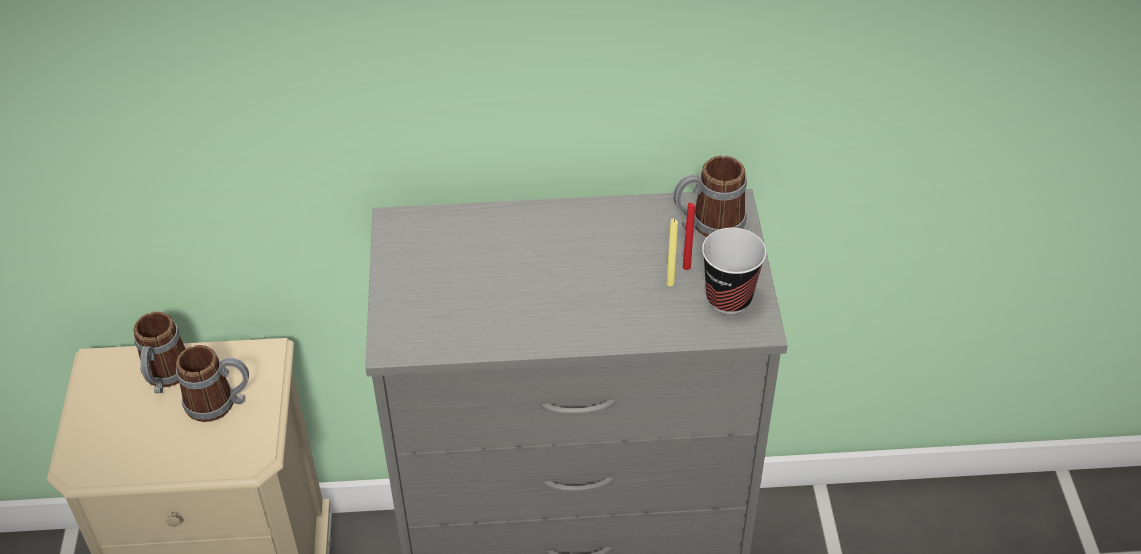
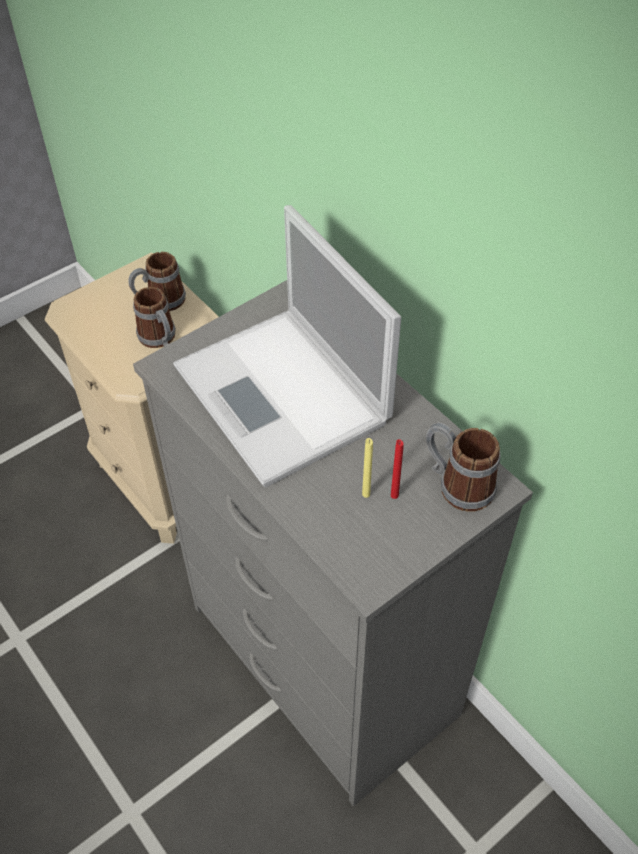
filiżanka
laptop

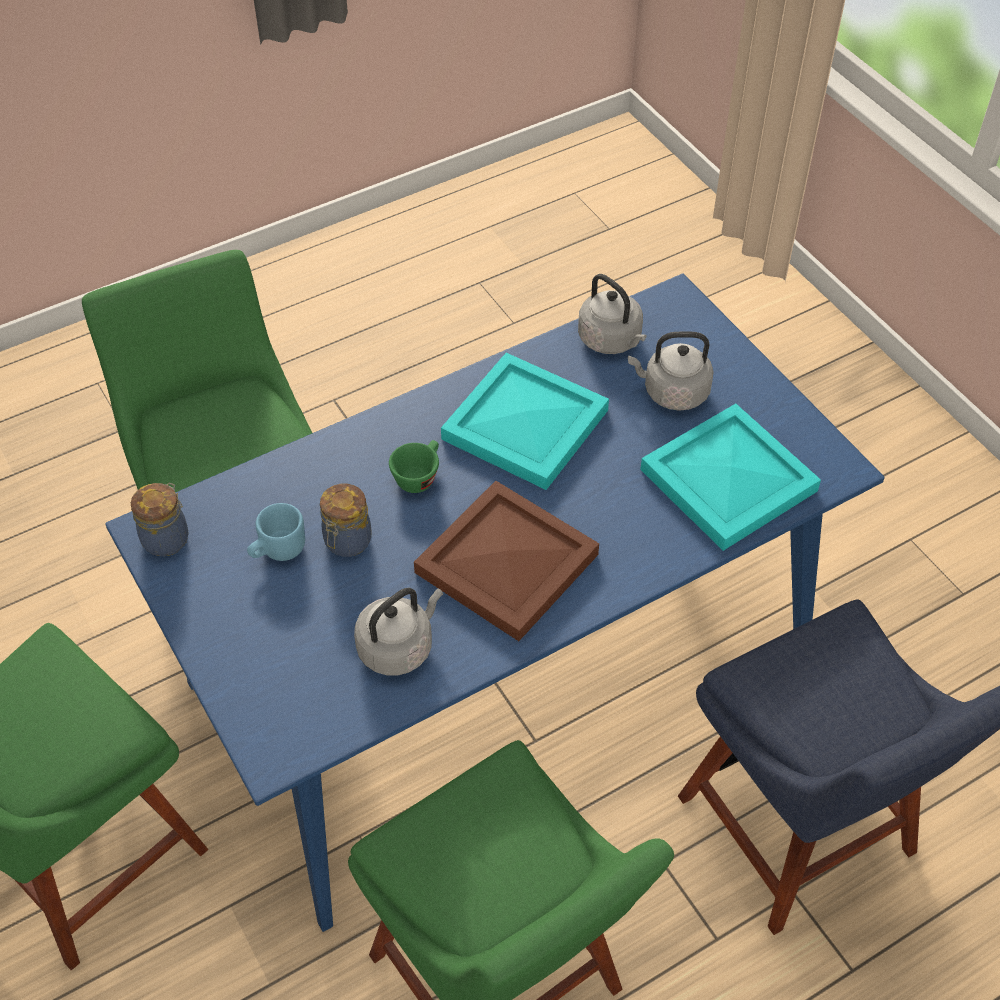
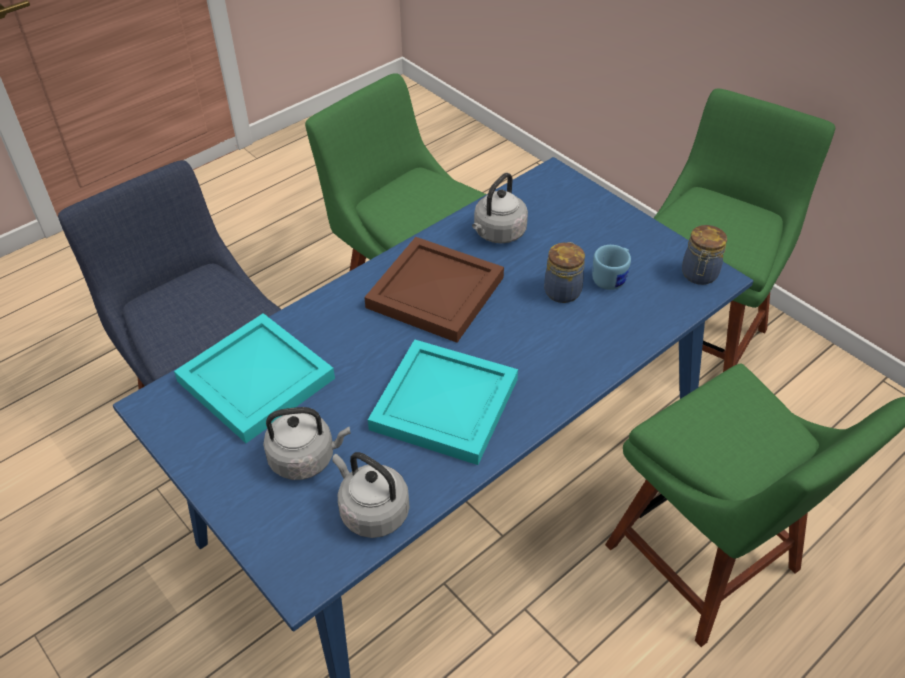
filiżanka (zielony)

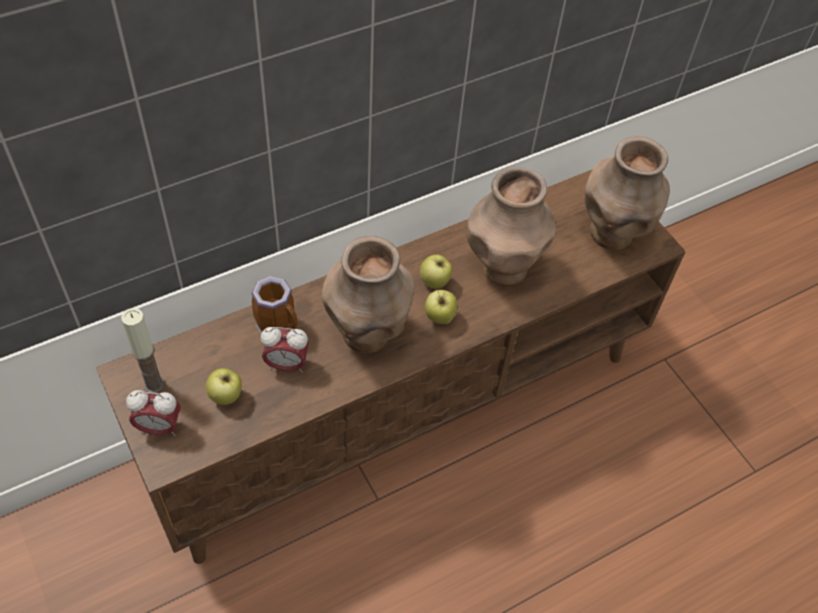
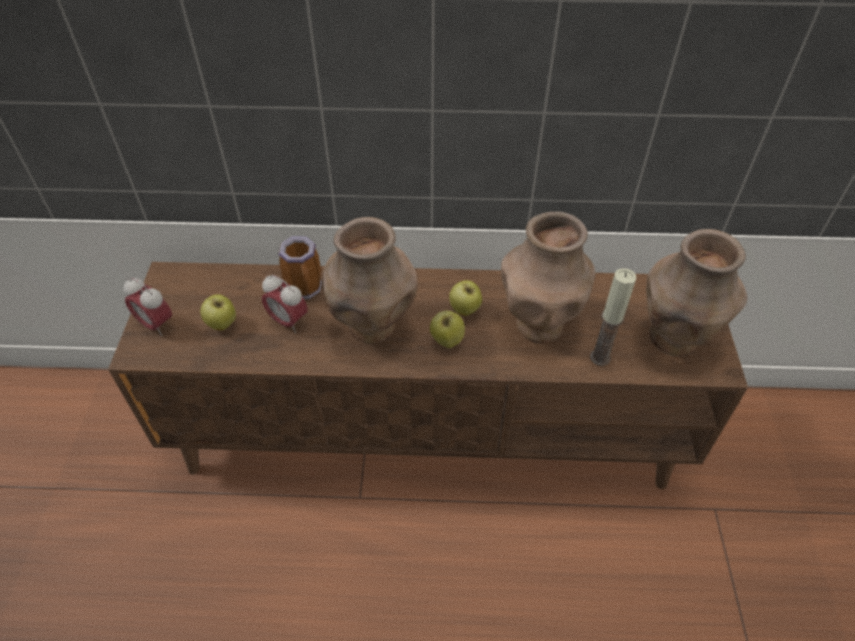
świeca

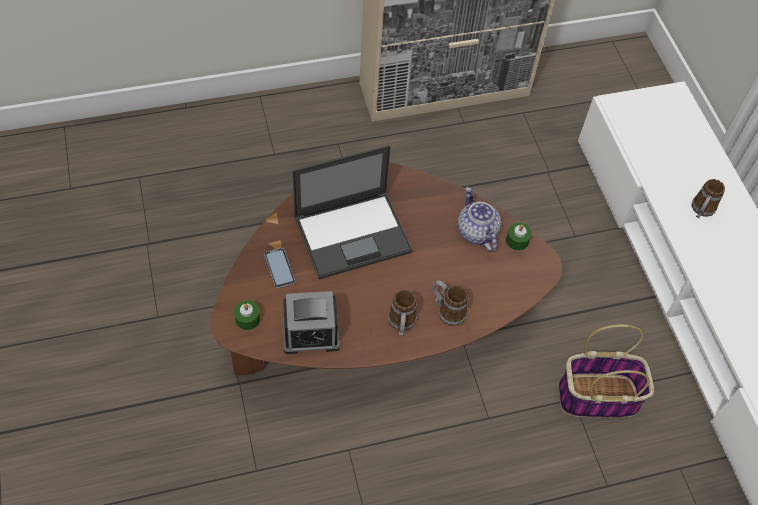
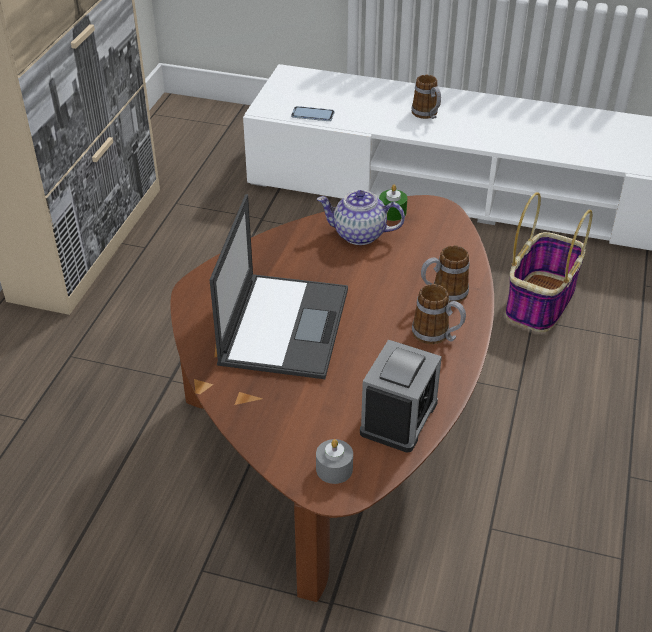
świeca (szary)
telefon

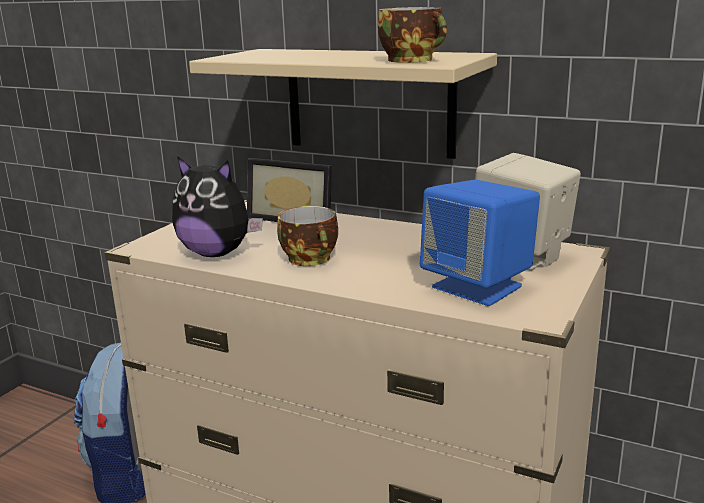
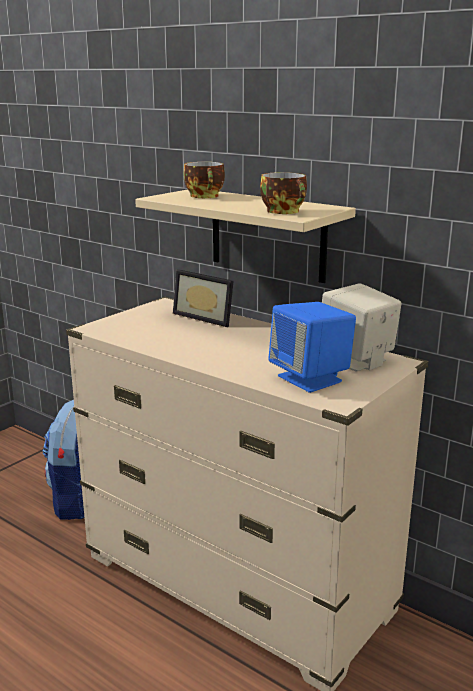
pluszak
filiżanka (no. 1 from left)

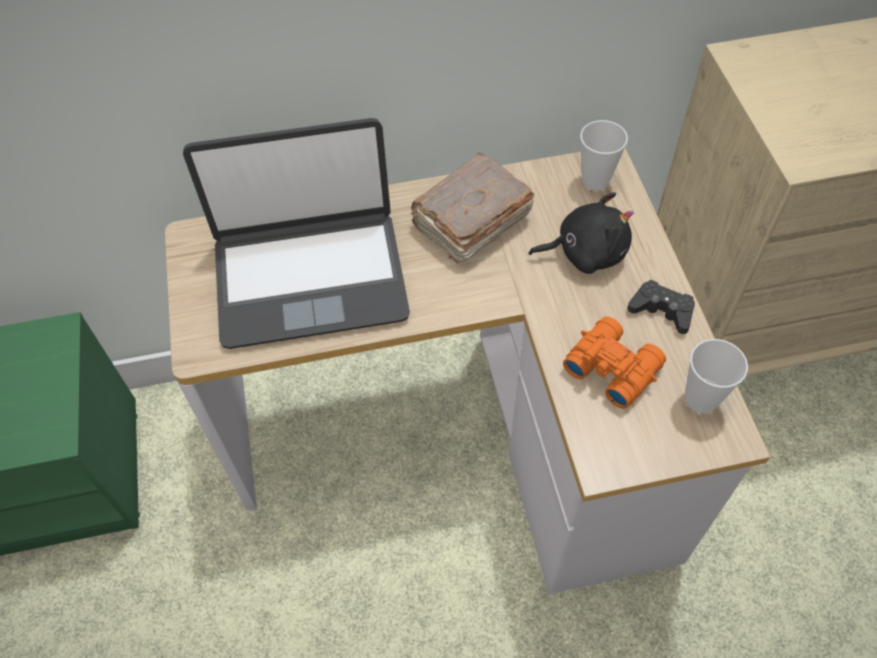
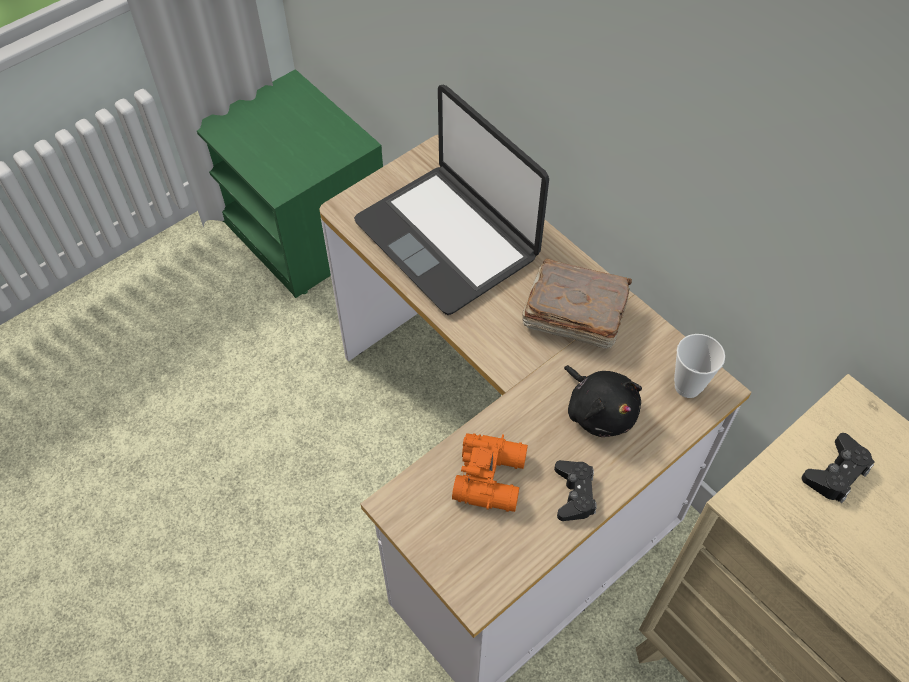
filiżanka (no. 2 from left in the first image)
pad do gier (czarny) (no. 2 from left)

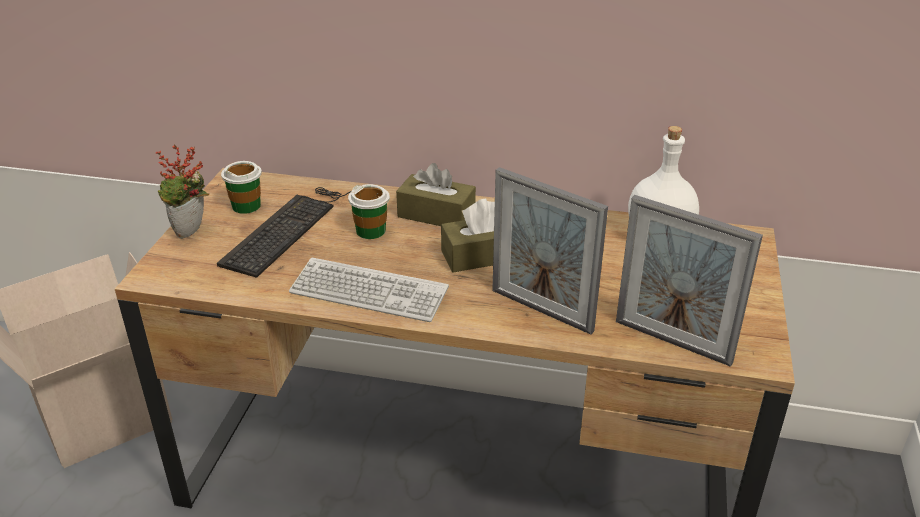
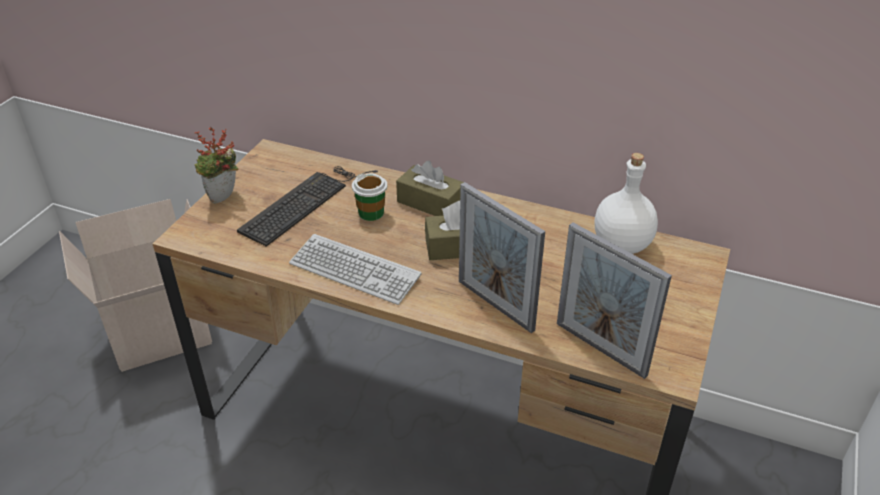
filiżanka (no. 1 from left in the first image)

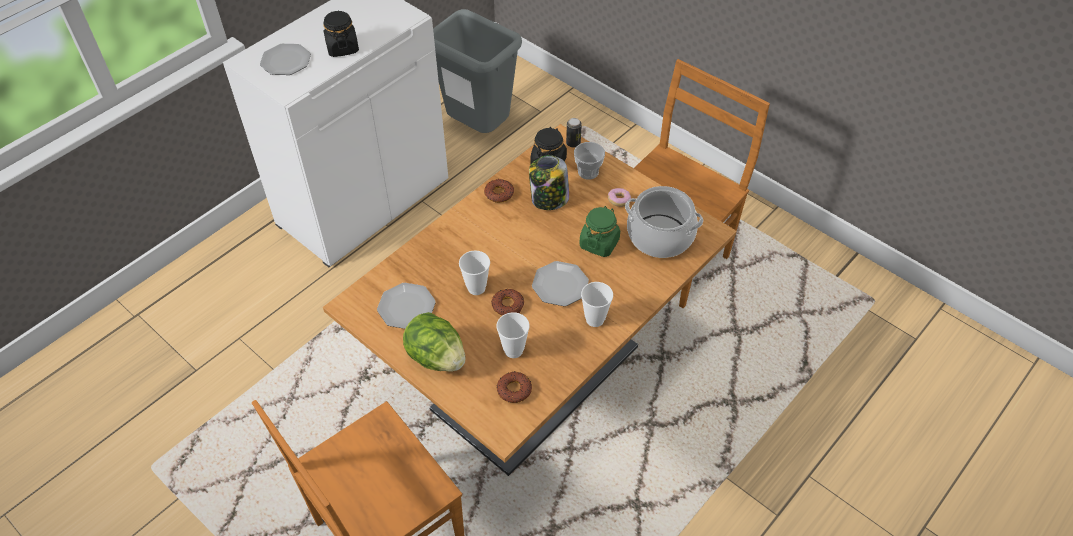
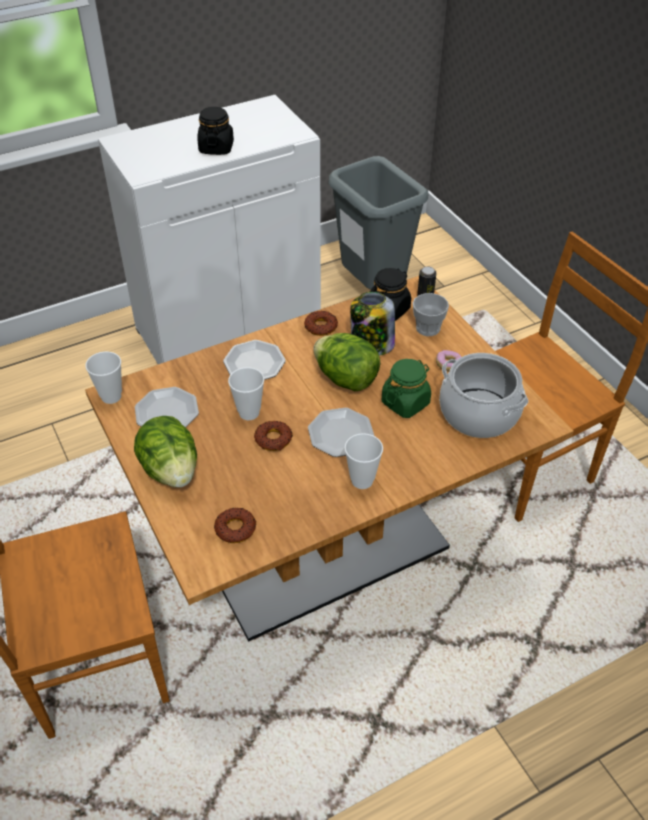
talerz (no. 2 from left)
filiżanka (no. 1 from left)
sałata (no. 2 from left)

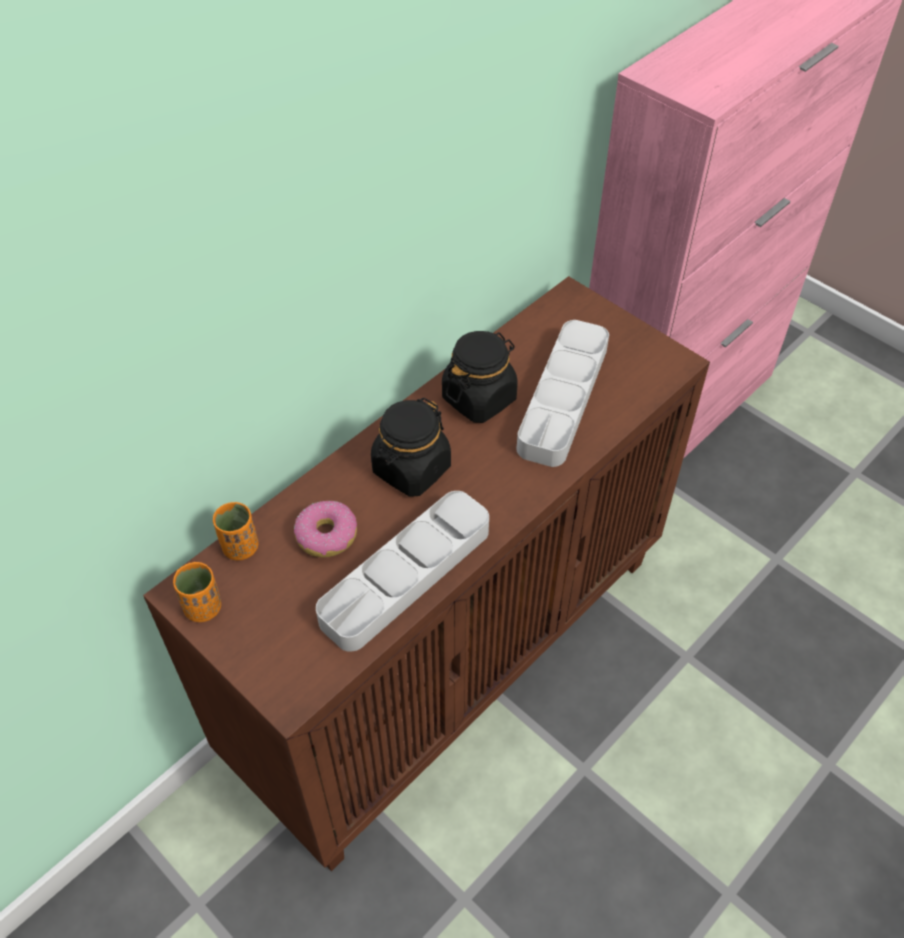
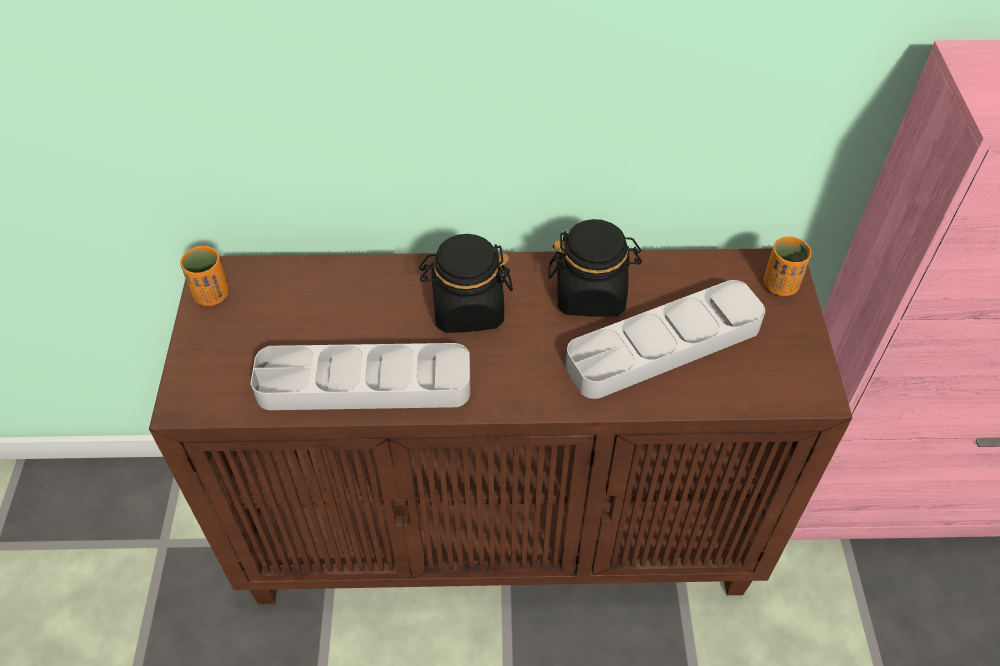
filiżanka (pomarańczowy) (no. 2 from left)
donut

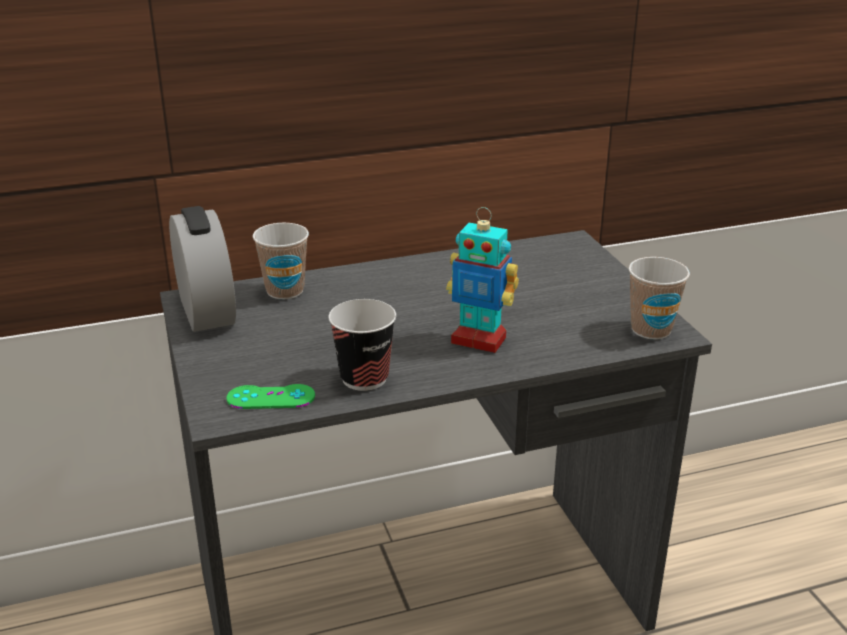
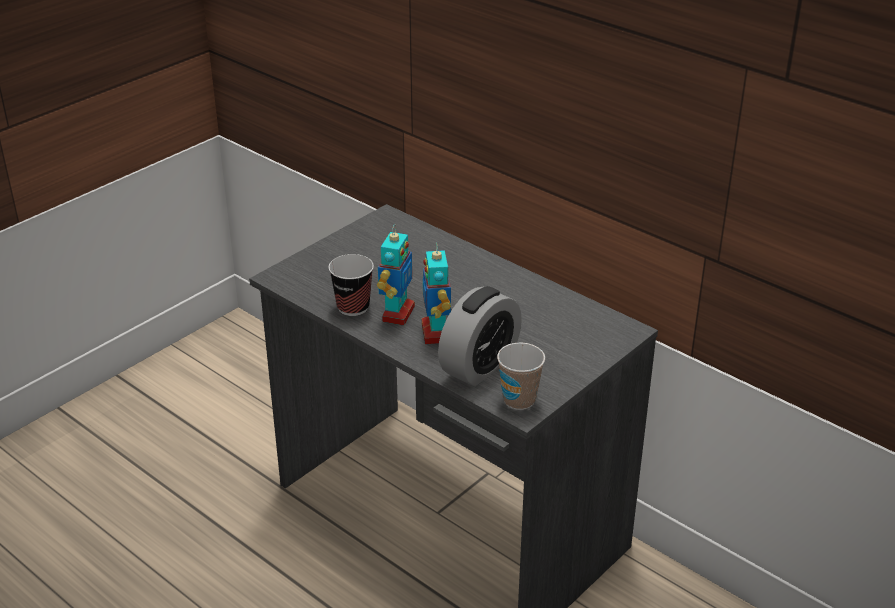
budzik
pad do gier (zielony)
filiżanka (no. 1 from left in the first image)
robot zabawkowy (no. 1 from left)

